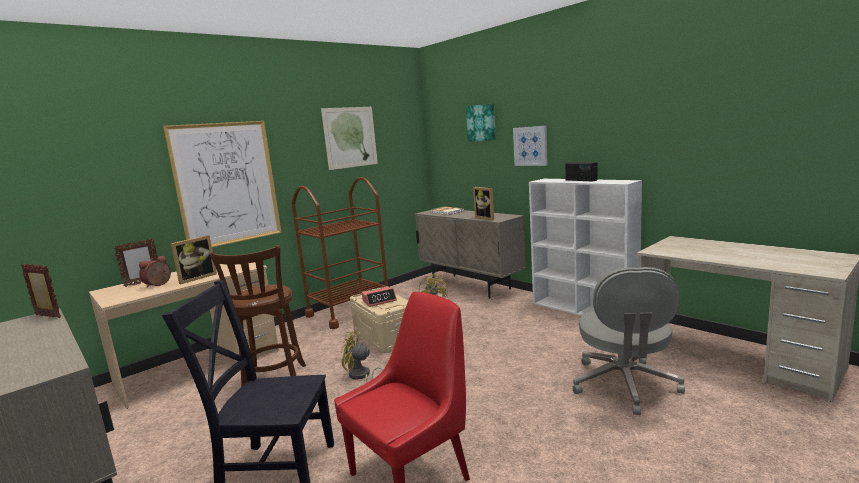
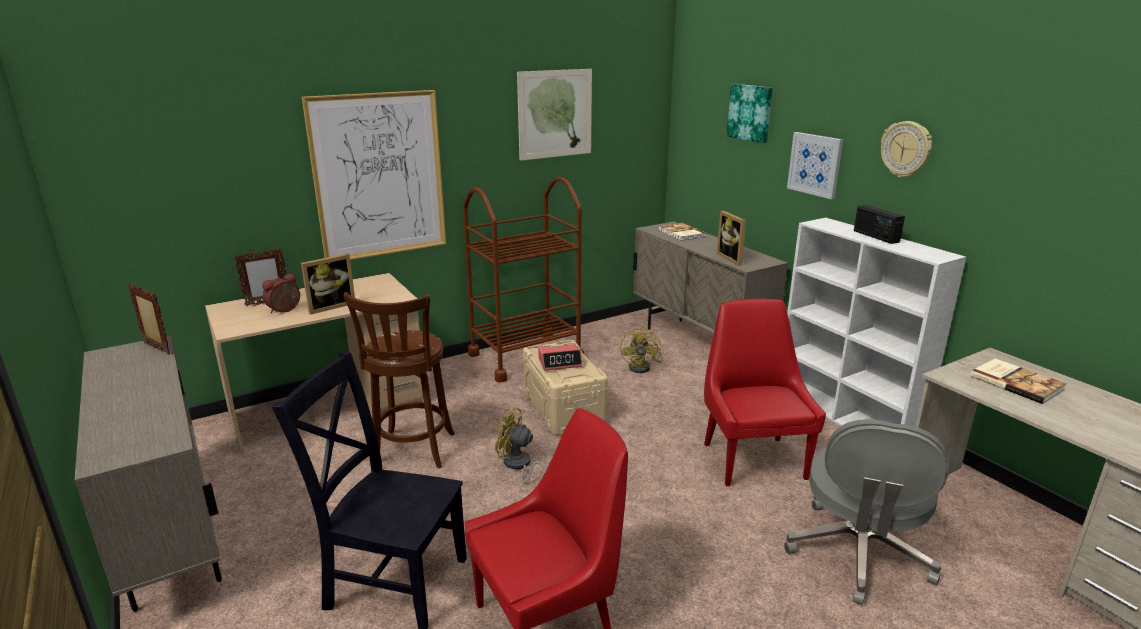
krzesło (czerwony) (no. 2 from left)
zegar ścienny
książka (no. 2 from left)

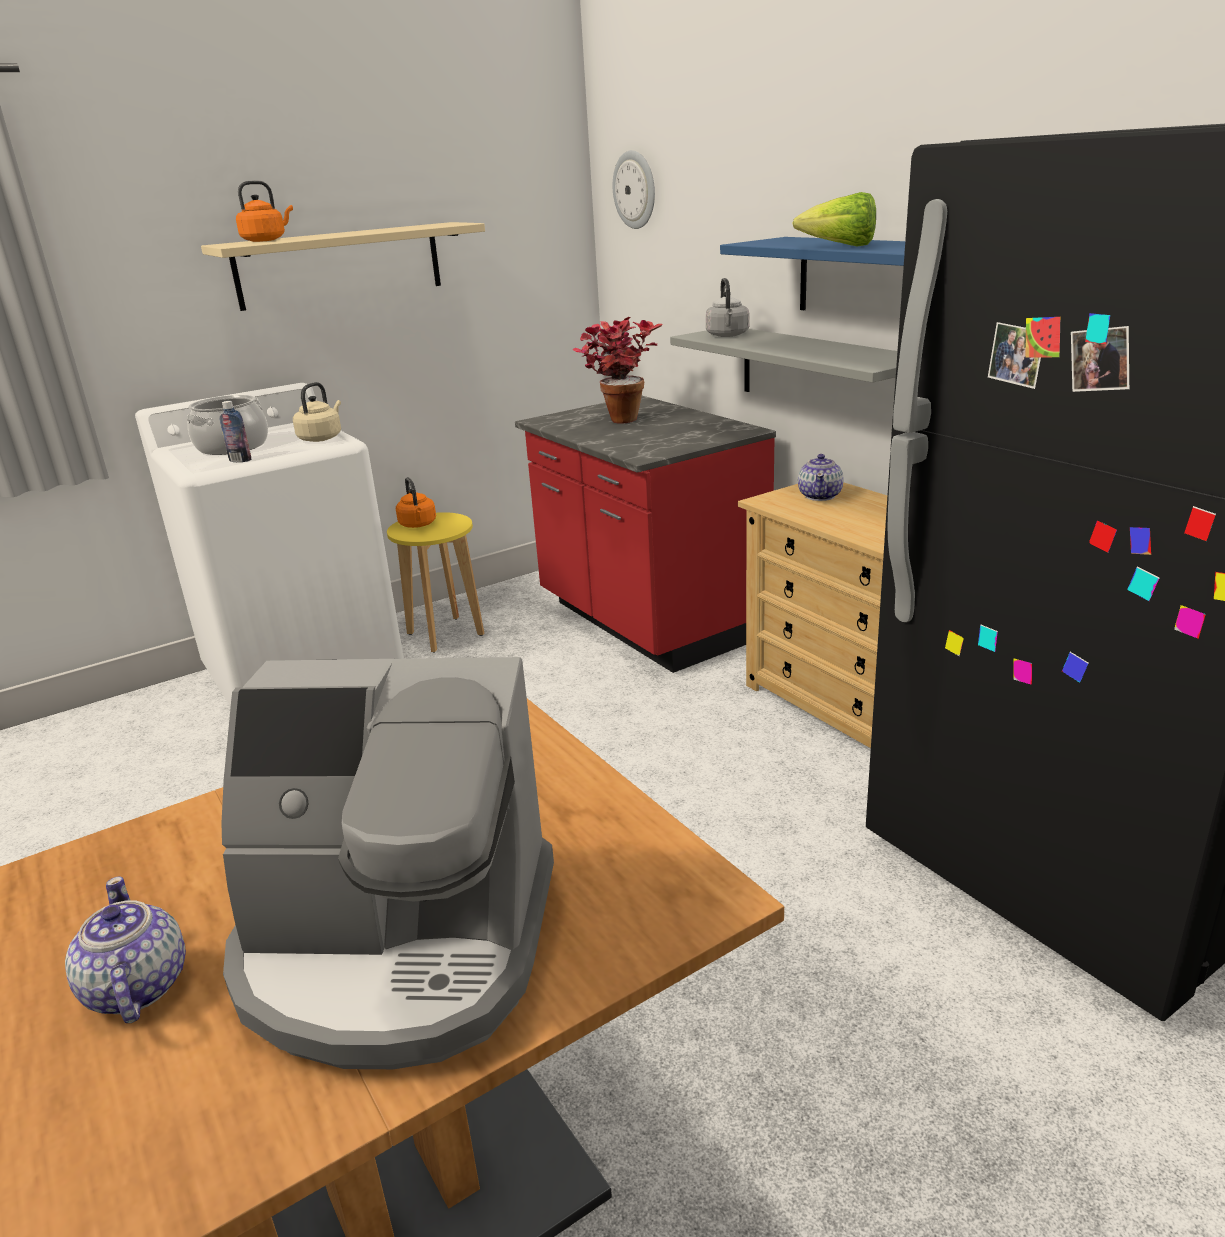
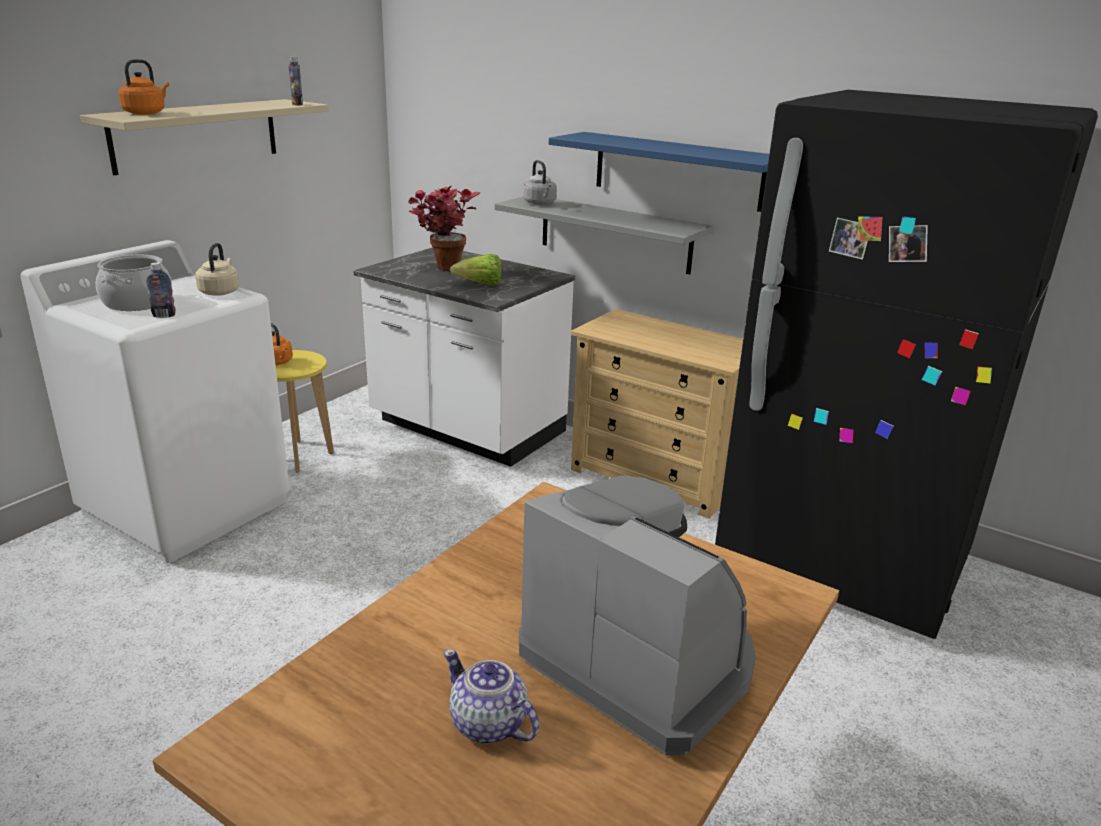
ekspres do kawy
zabudowa kuchenna (biały)
zegar ścienny
sałata
imbryk (no. 2 from left in the first image)
butelka (no. 2 from left)

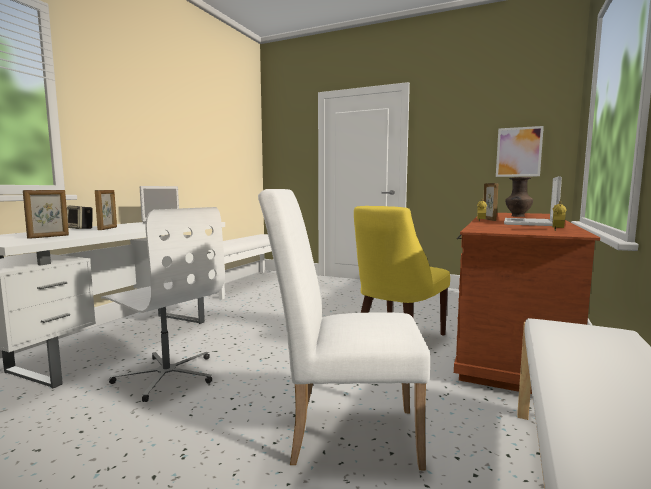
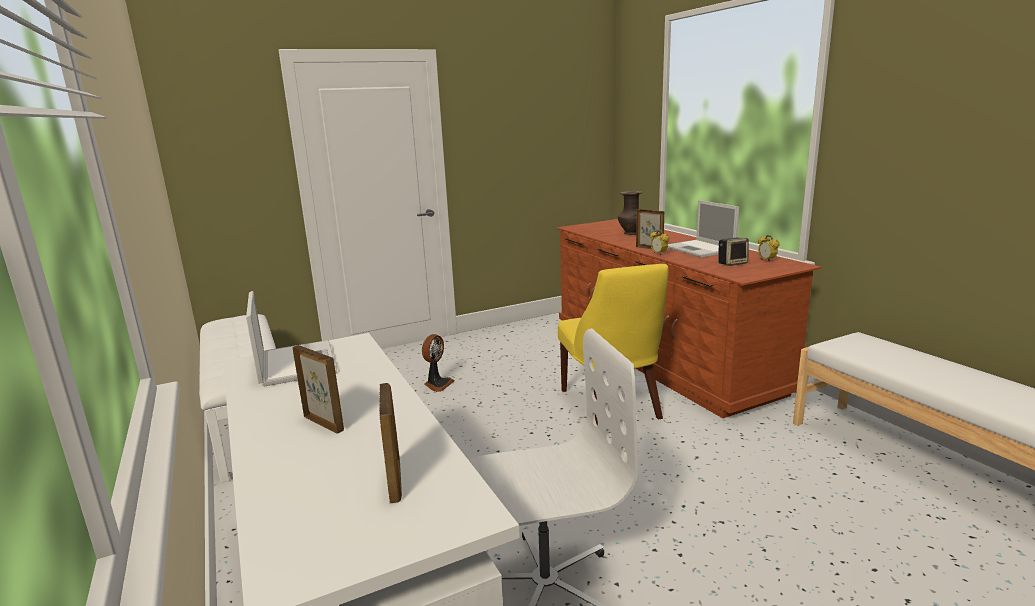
głośnik
krzesło (biały)
obraz
wentylator

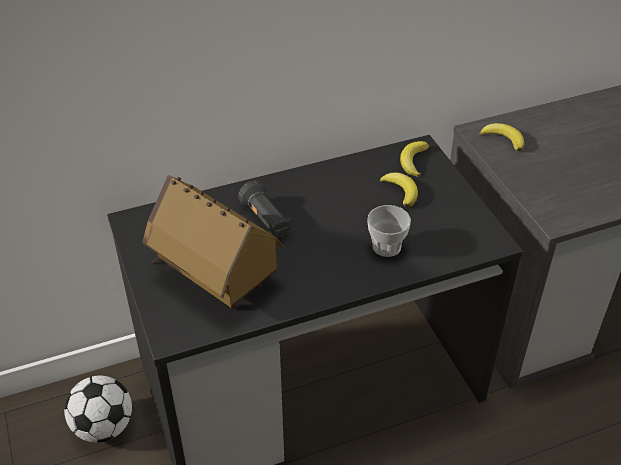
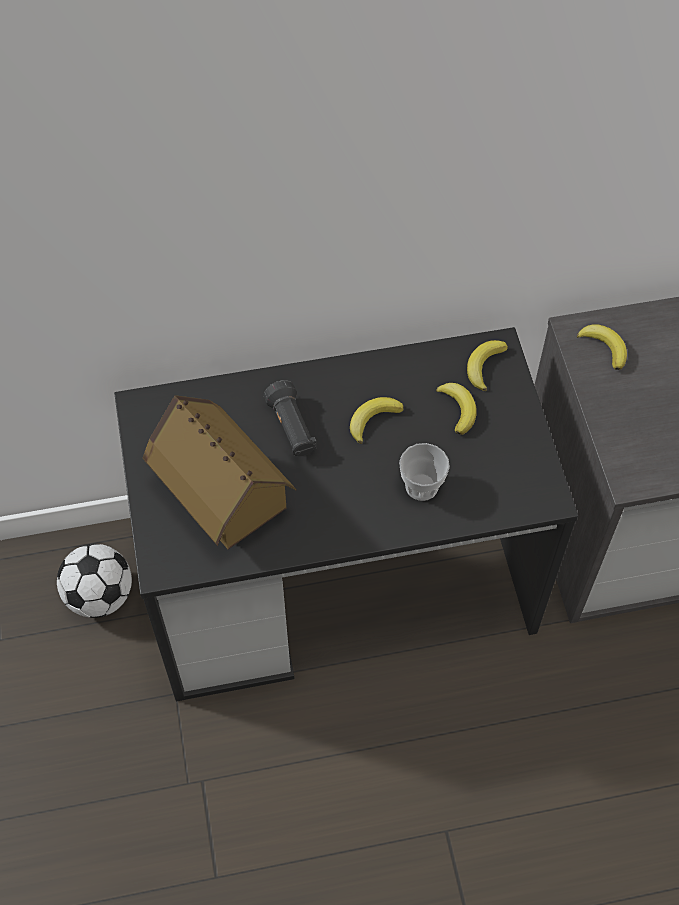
banan (no. 1 from left)

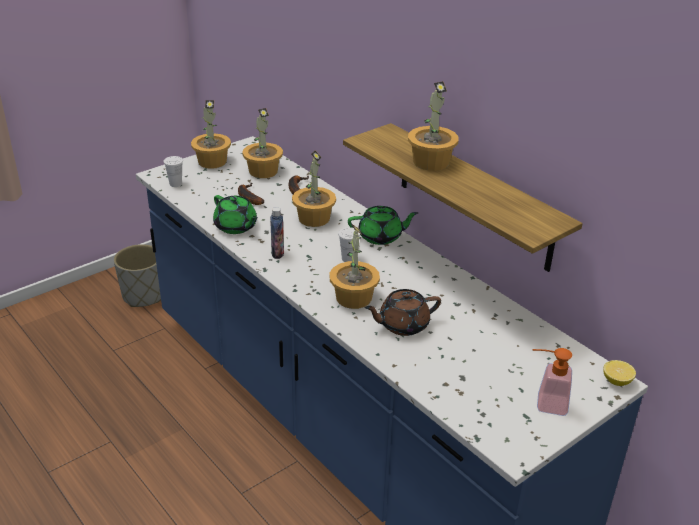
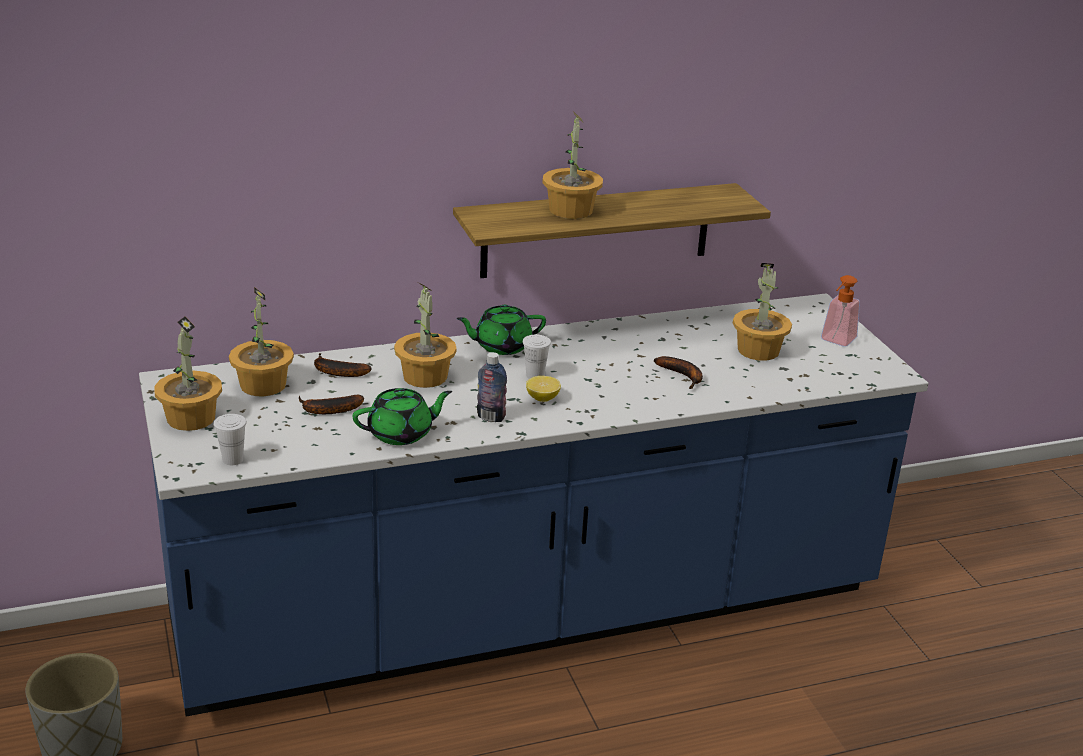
roślina doniczkowa (no. 5 from left)
imbryk (zielony) (no. 2 from left)
banan (no. 3 from left)
cytryna

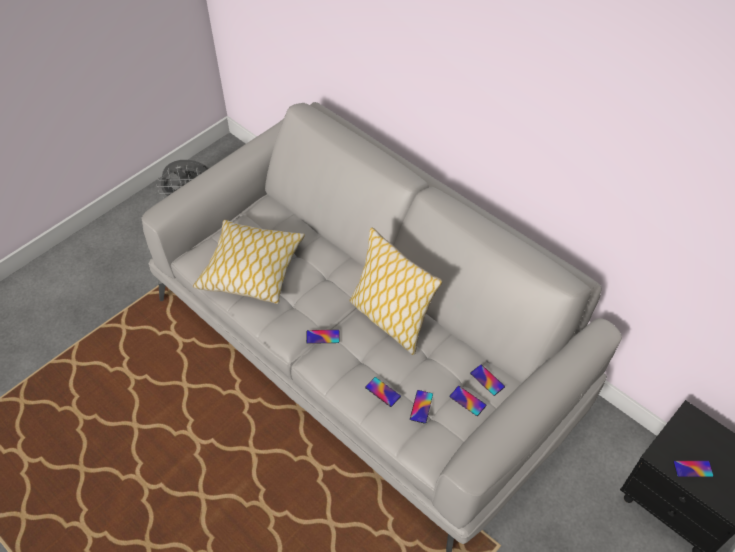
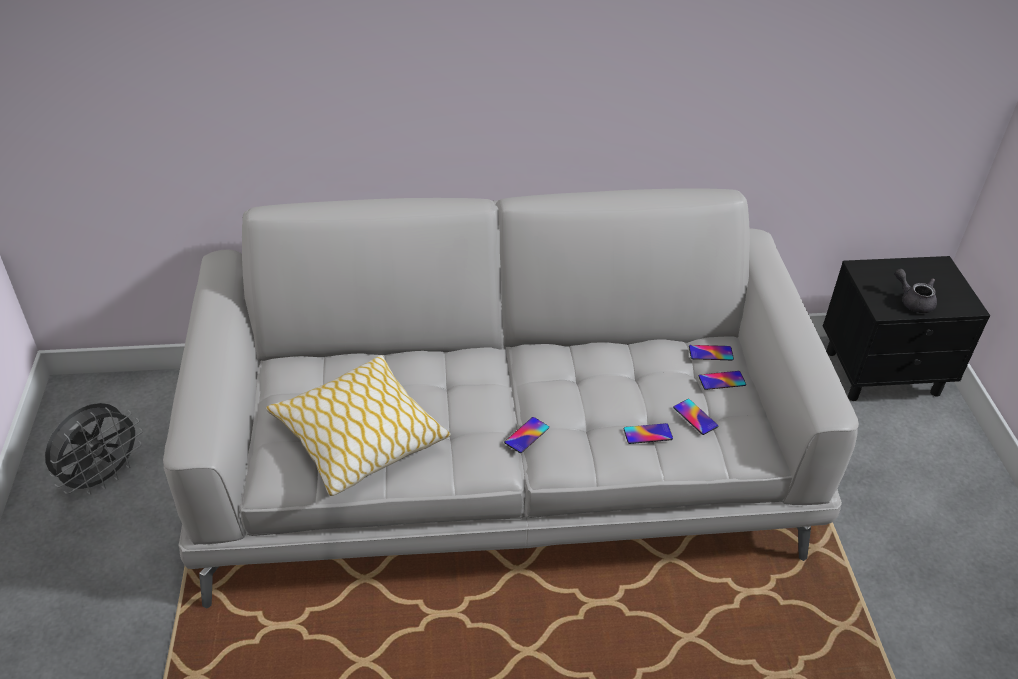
poduszka (no. 2 from left in the first image)
imbryk (szary)

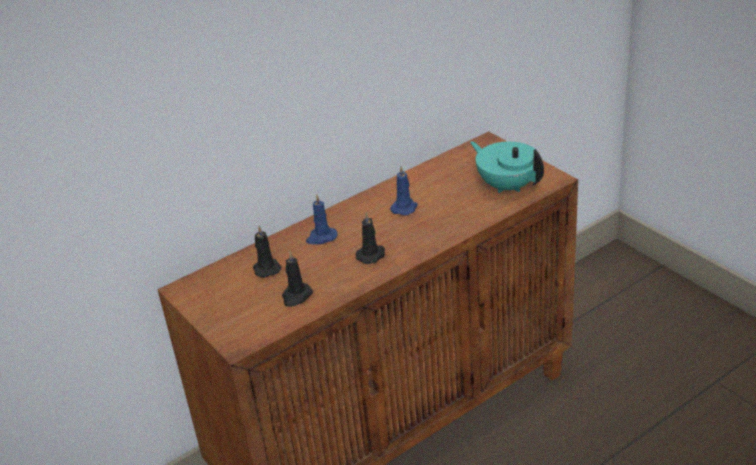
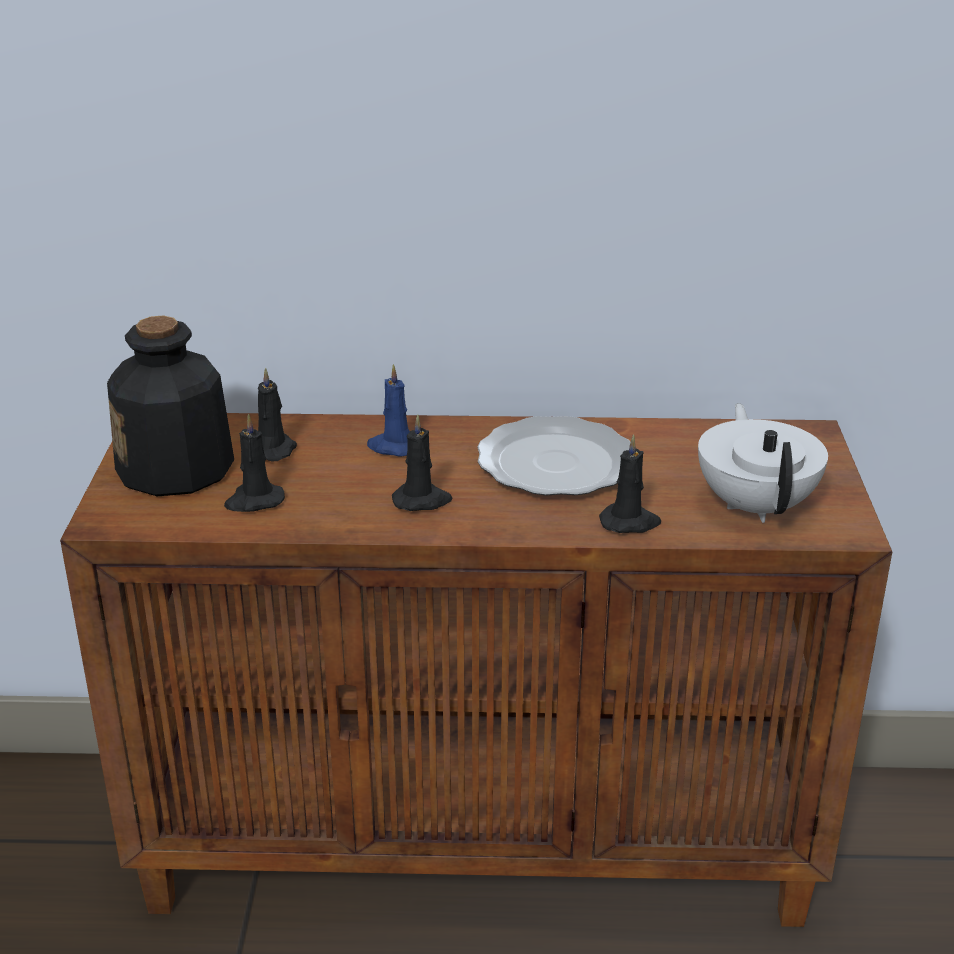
talerz
imbryk (biały)
butelka
świeca (czarny) (no. 4 from left)

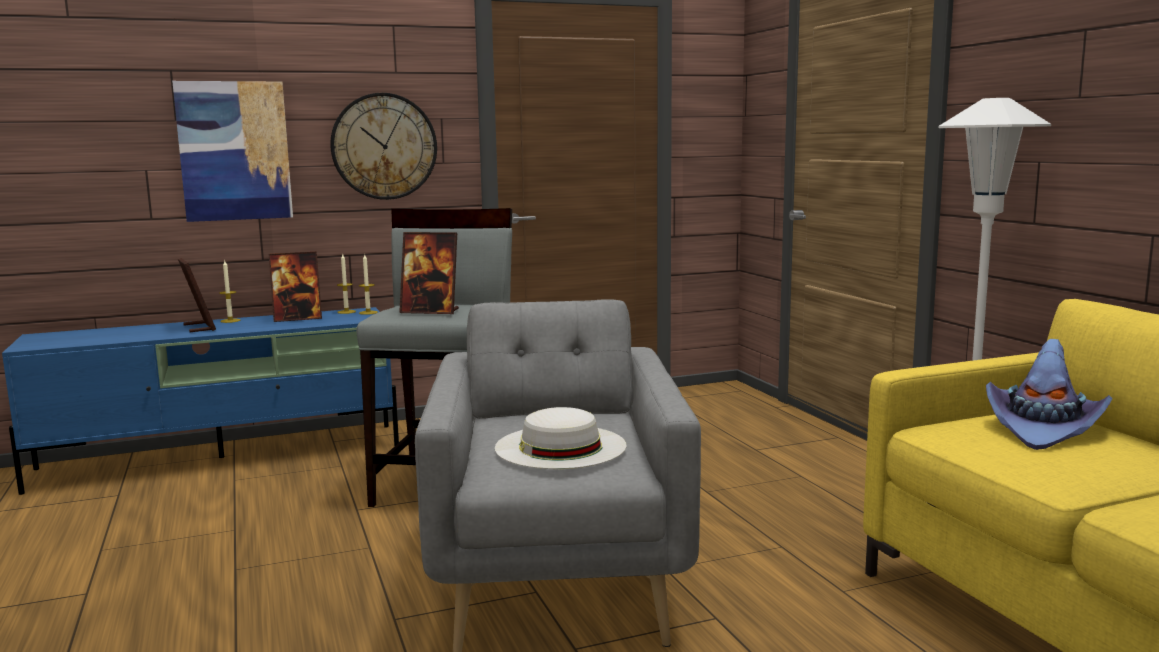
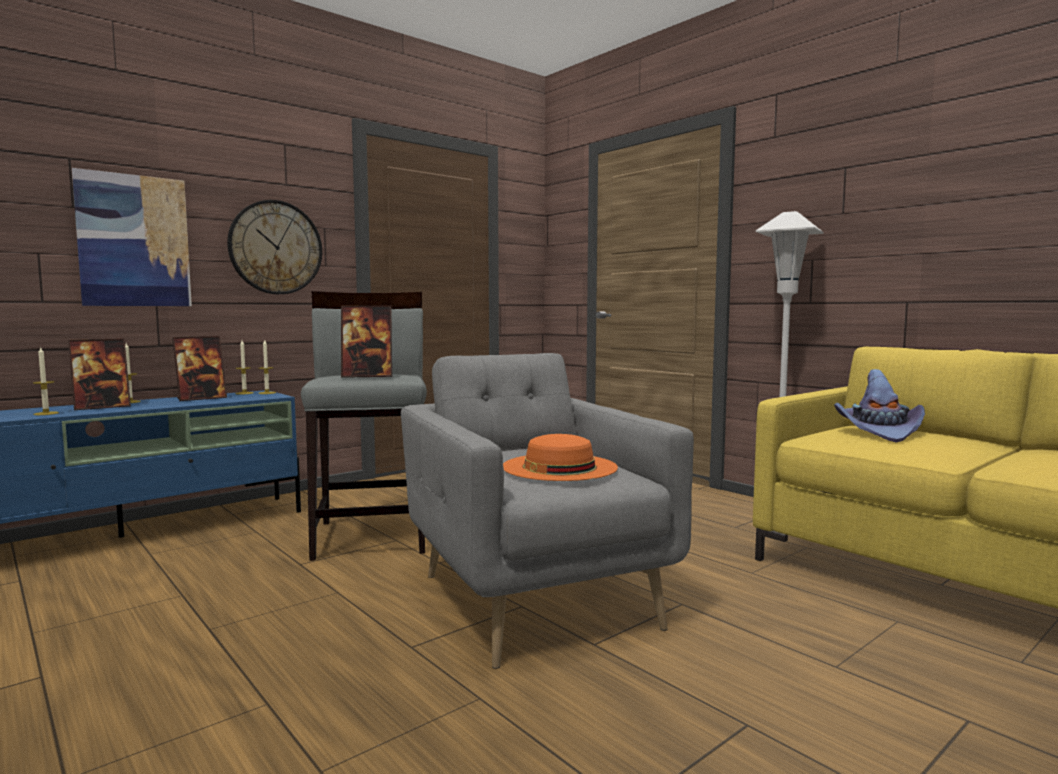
ramka na zdjęcie (no. 1 from left)
kapelusz (pomarańczowy)
świeca (no. 1 from left)

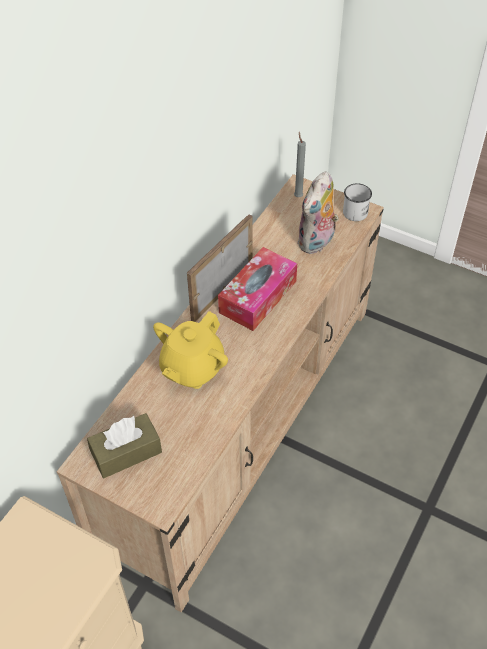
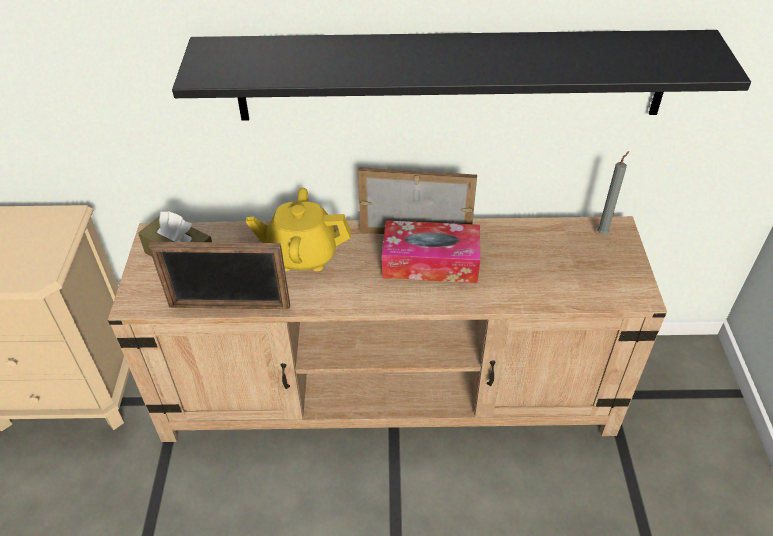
pluszak
kubek (biały)
ramka na zdjęcie (no. 1 from left)
półka (czarny)

